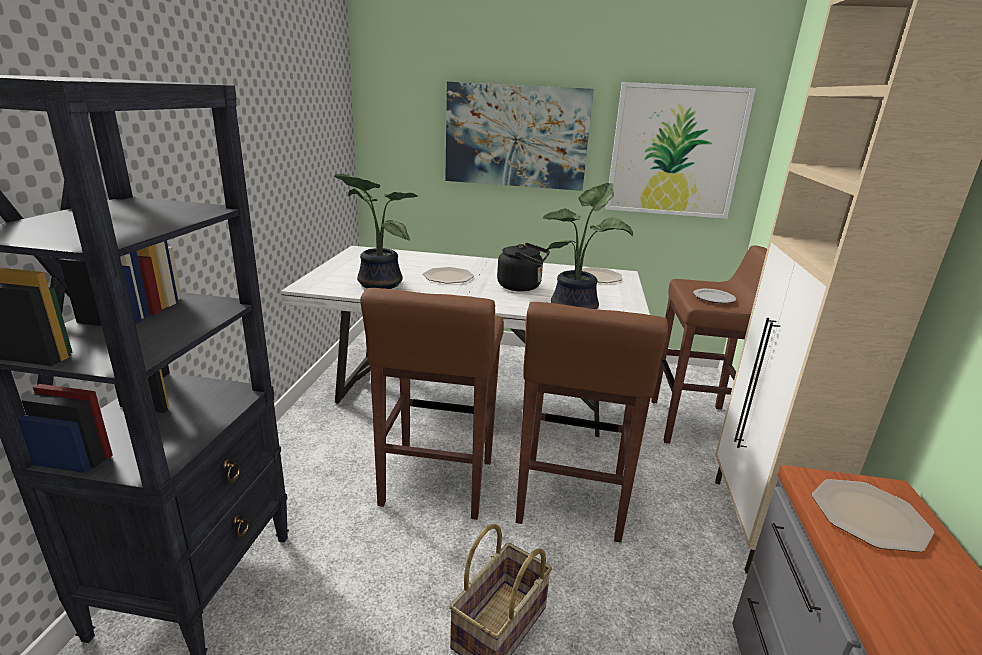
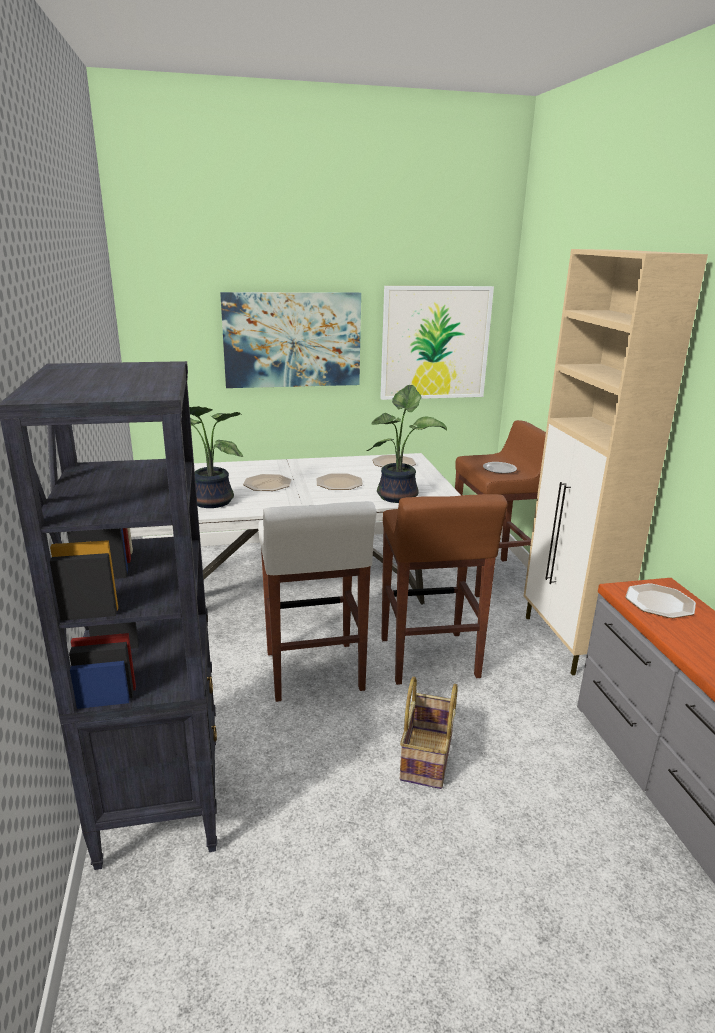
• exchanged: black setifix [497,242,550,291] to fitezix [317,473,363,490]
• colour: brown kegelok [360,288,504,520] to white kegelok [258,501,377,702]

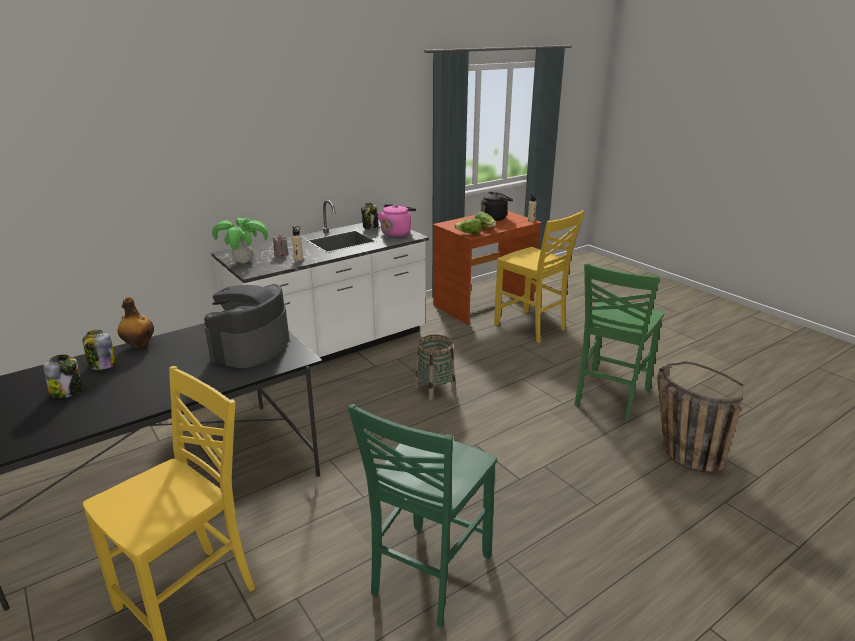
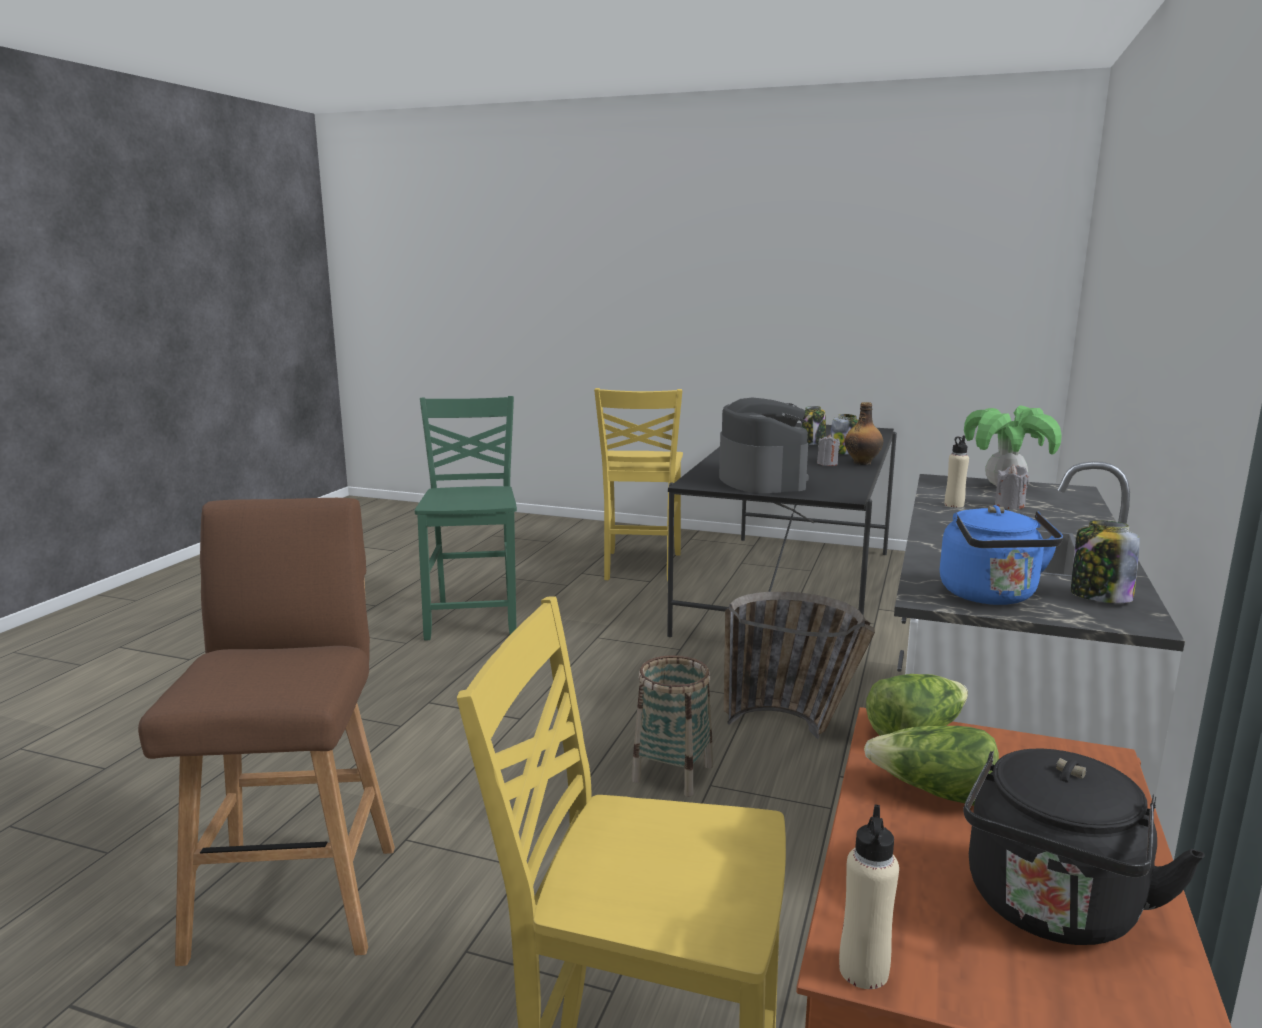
• colour: pink setifix [377,204,416,237] to blue setifix [940,505,1063,605]
• exchanged: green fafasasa [575,263,665,421] to brown kegelok [138,498,395,966]
• relocated: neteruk [657,361,743,472] to [724,591,875,739]
• appeared: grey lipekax [817,434,840,466]

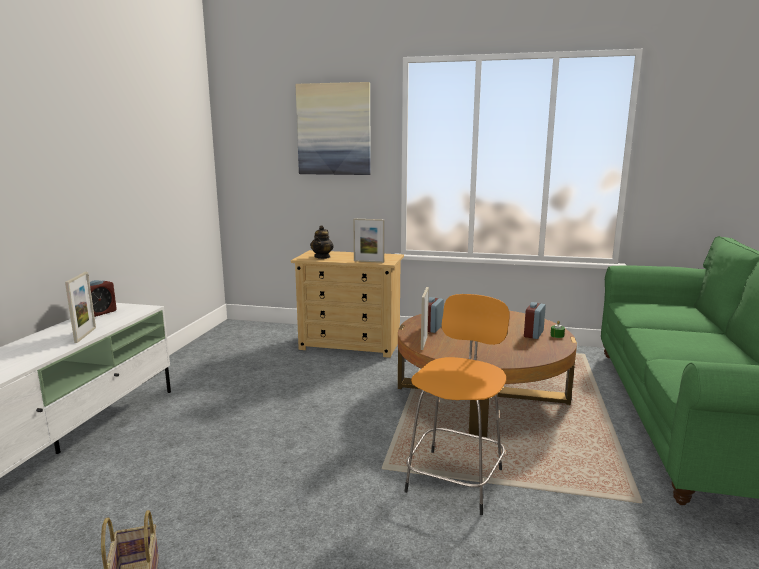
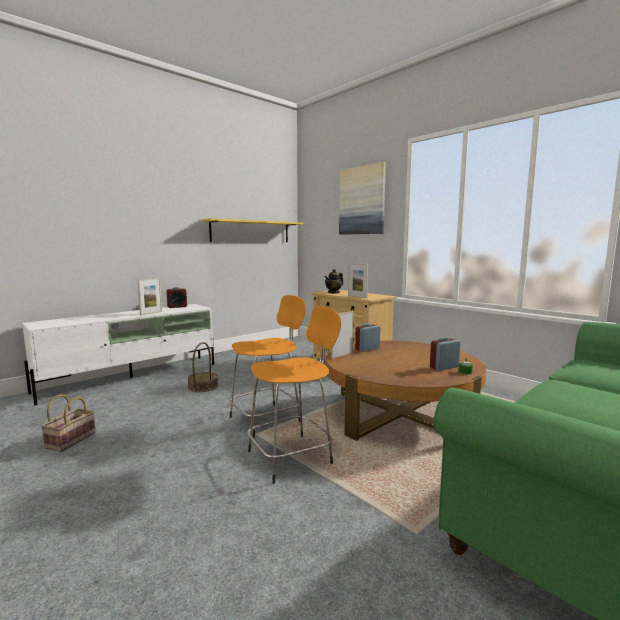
• appeared: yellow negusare [201,218,303,242]
• appeared: orange kegelok [229,295,306,438]
• appeared: neteruk [188,342,218,392]

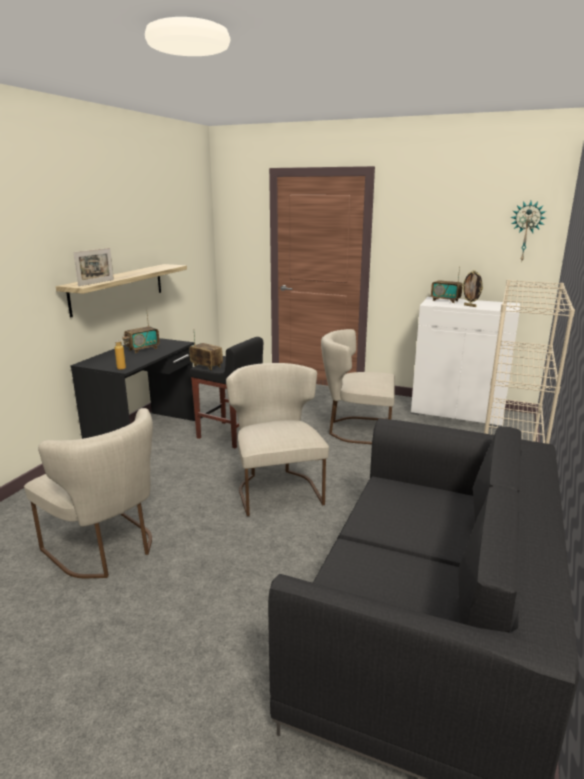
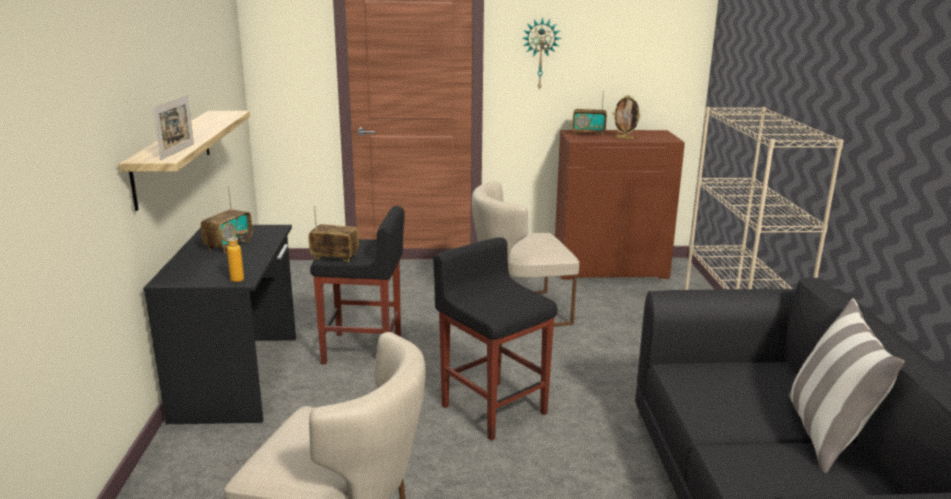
• relocated: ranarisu [510,201,546,260] to [522,17,561,91]
• colour: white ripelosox [411,297,520,427] to brown ripelosox [555,130,685,280]
• exchanged: beige fafasasa [226,363,329,516] to black kegelok [433,237,557,441]
• appeared: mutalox [789,299,905,473]

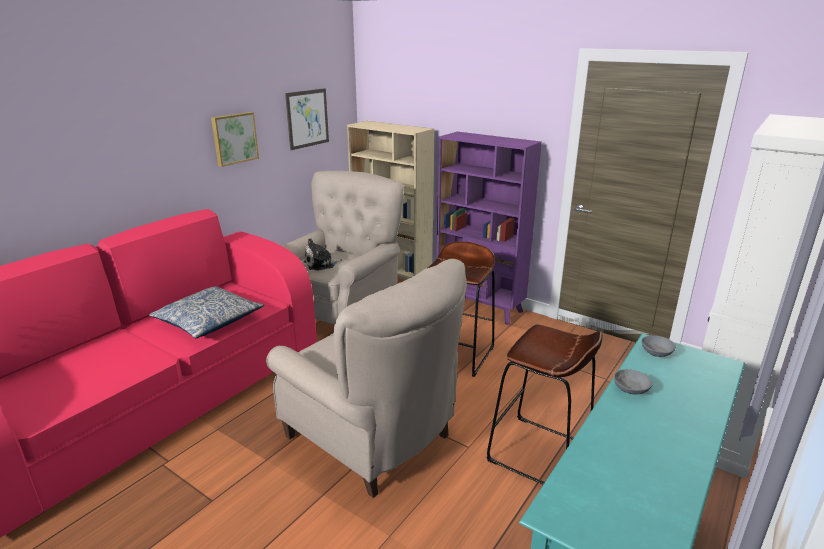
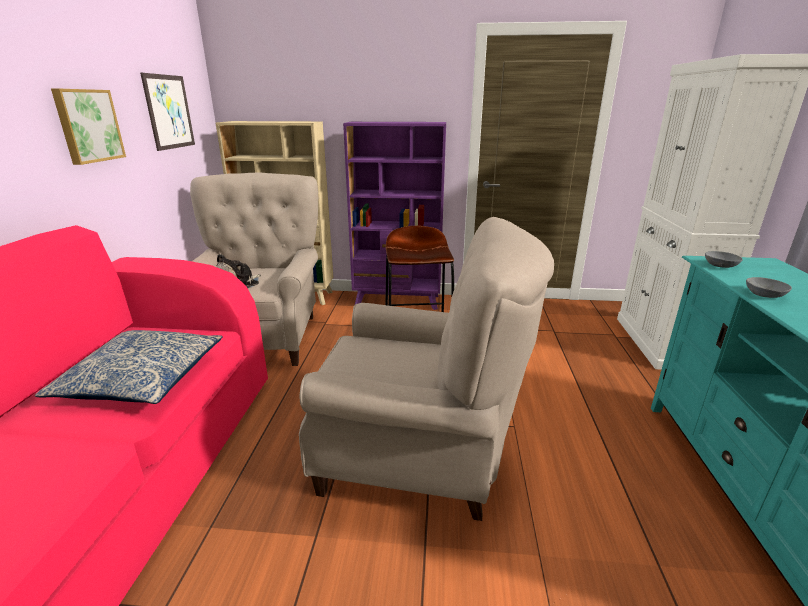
• missing: brown kegelok [486,324,602,485]

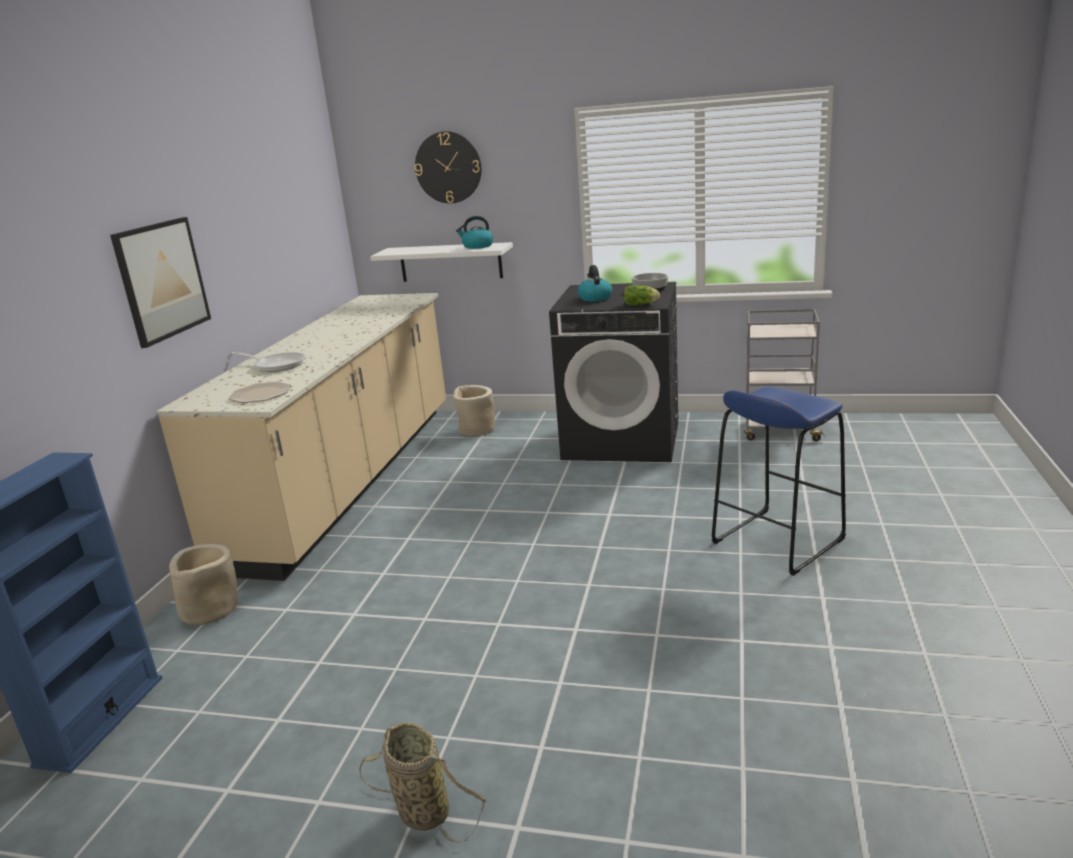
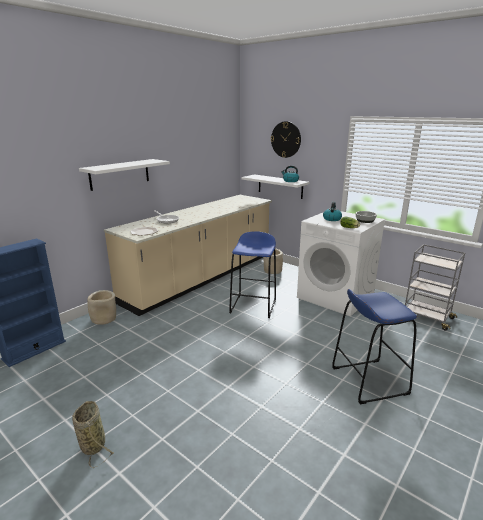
• exchanged: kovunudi [110,217,211,348] to white negusare [79,159,170,191]
• colour: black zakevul [549,282,678,462] to white zakevul [297,211,385,316]
• appeared: blue kegelok [229,231,276,318]

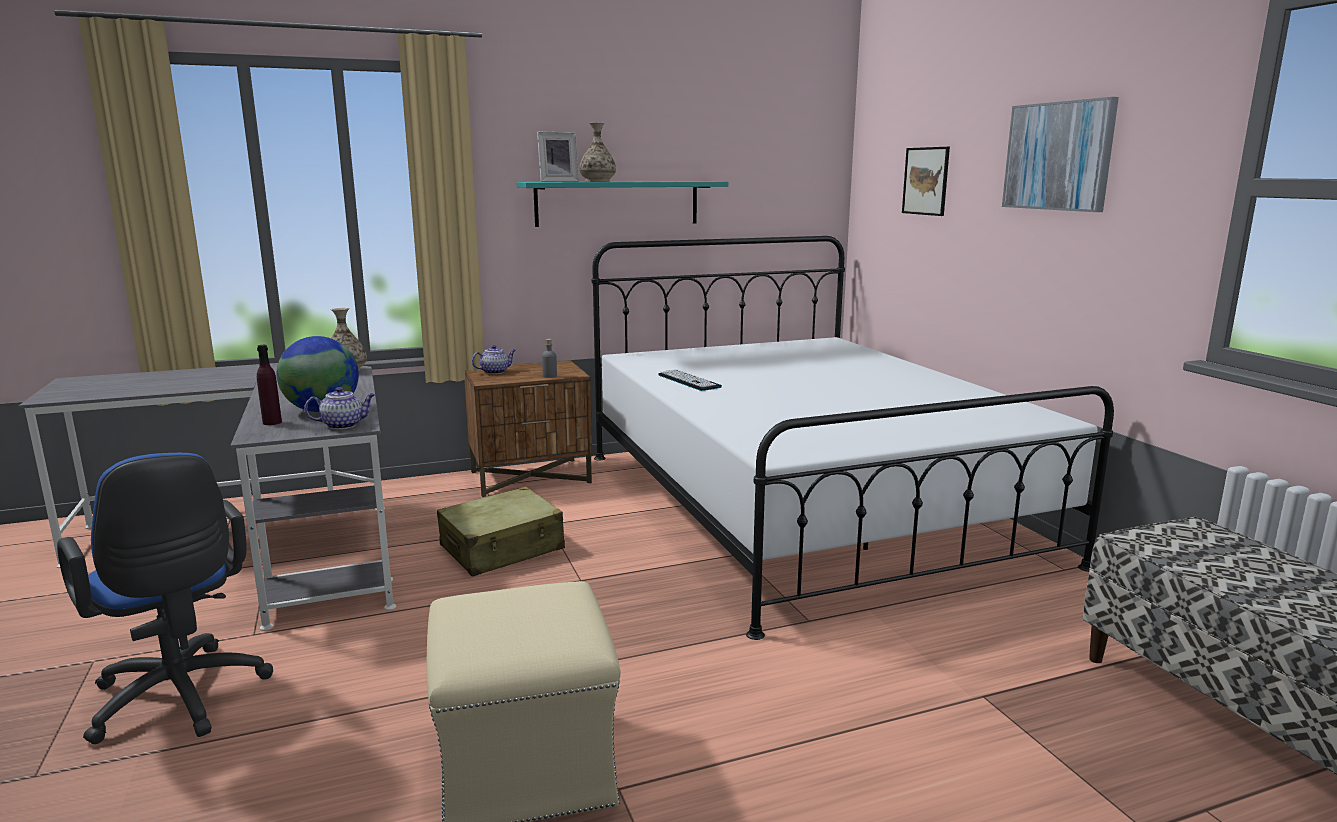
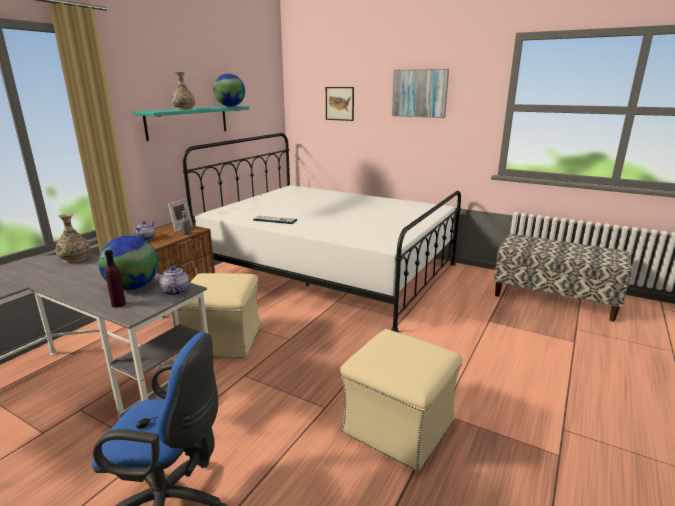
• relocated: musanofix [537,132,579,182] to [168,199,193,232]
• spun: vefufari [304,387,375,429] = [159,265,189,295] 45 degrees counterclockwise
• exchanged: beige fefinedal [437,487,565,577] to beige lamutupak [177,273,260,359]
• appeared: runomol [213,74,245,107]

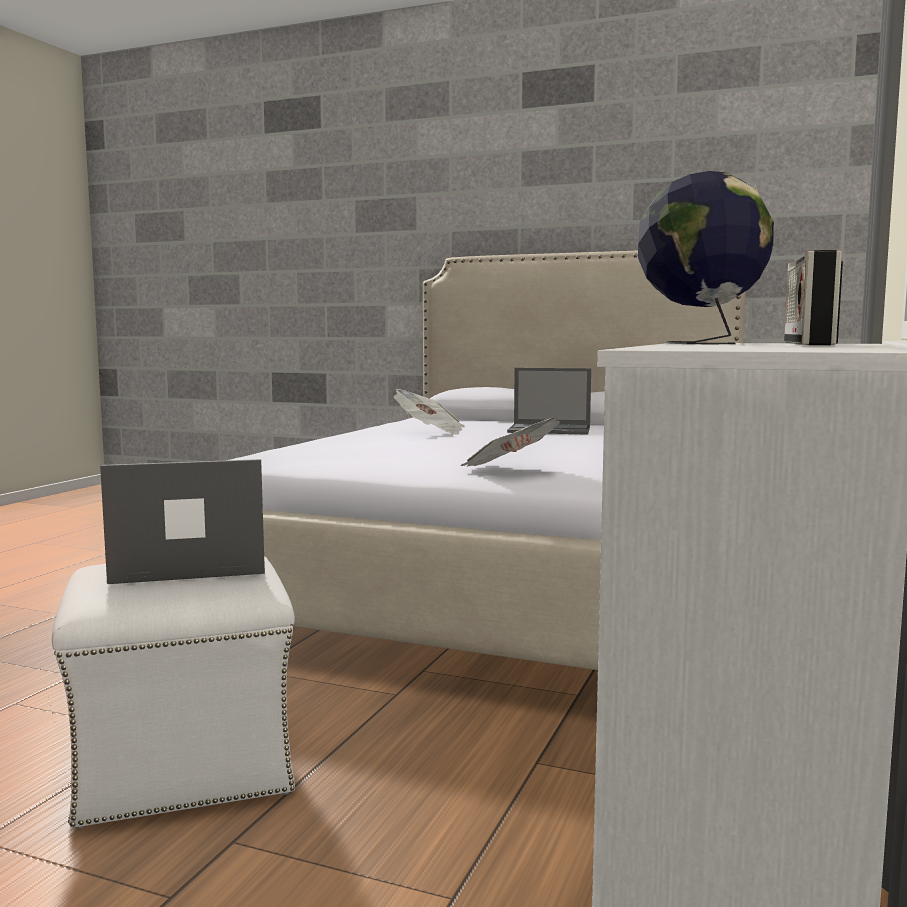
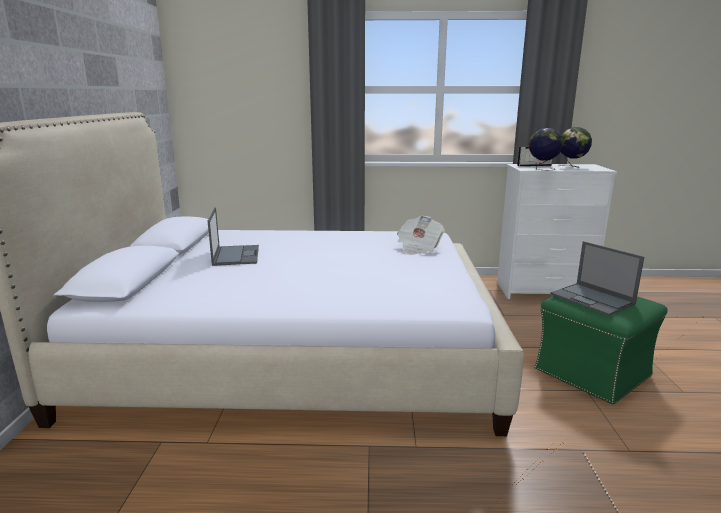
• missing: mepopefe [394,389,465,435]
• colour: white lamutupak [52,556,295,829] to green lamutupak [535,296,668,405]
• appeared: runomol [558,127,592,168]

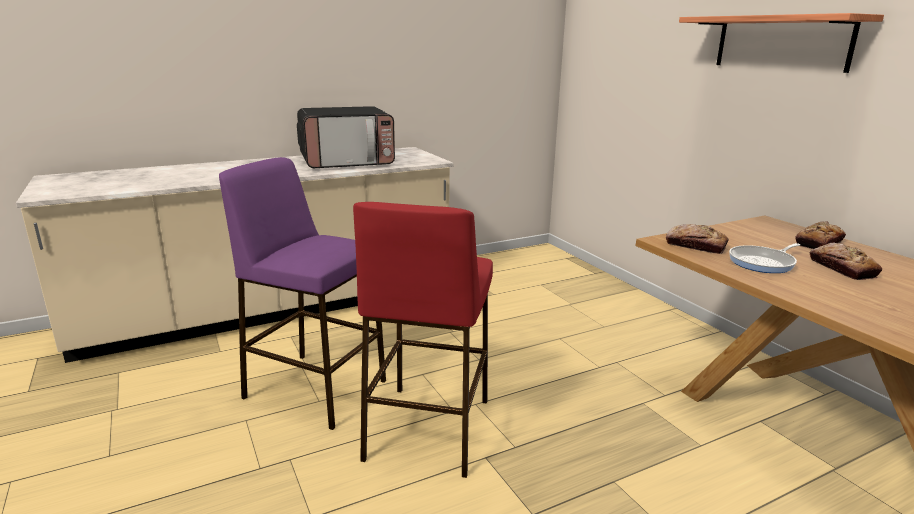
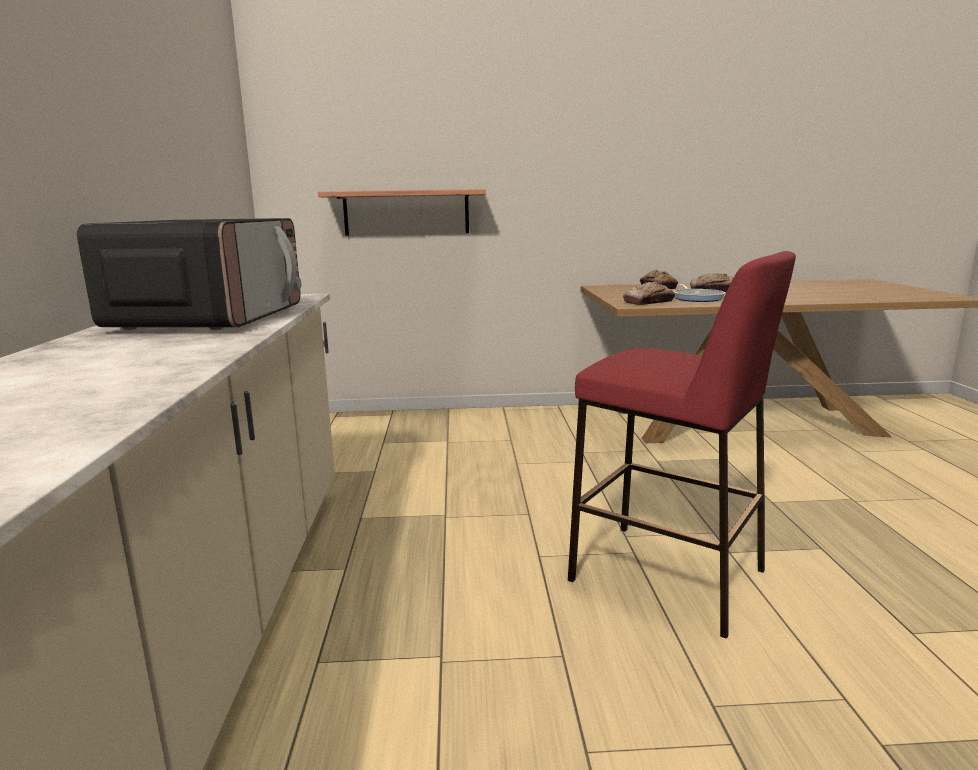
• relocated: negusare [679,13,884,73] to [318,189,486,236]
• missing: purple kegelok [219,157,386,430]

